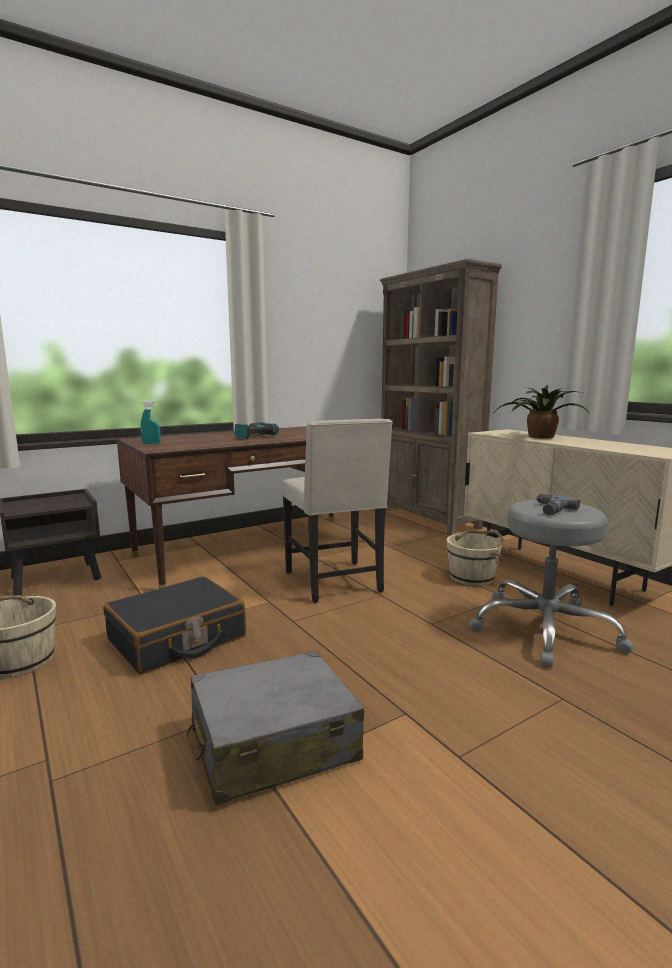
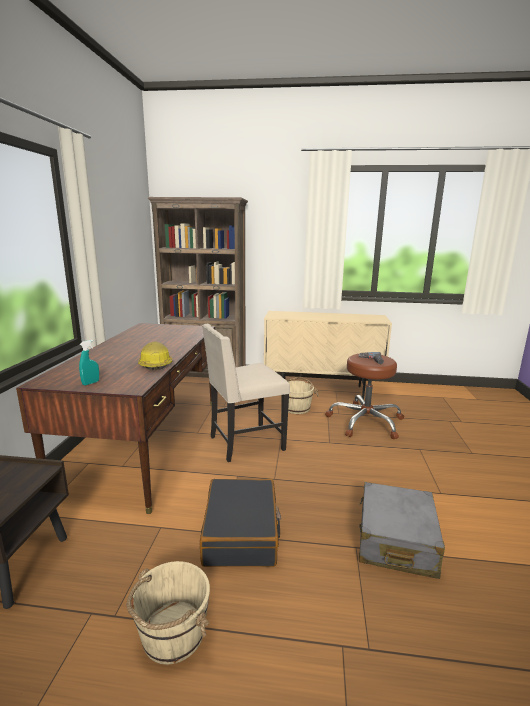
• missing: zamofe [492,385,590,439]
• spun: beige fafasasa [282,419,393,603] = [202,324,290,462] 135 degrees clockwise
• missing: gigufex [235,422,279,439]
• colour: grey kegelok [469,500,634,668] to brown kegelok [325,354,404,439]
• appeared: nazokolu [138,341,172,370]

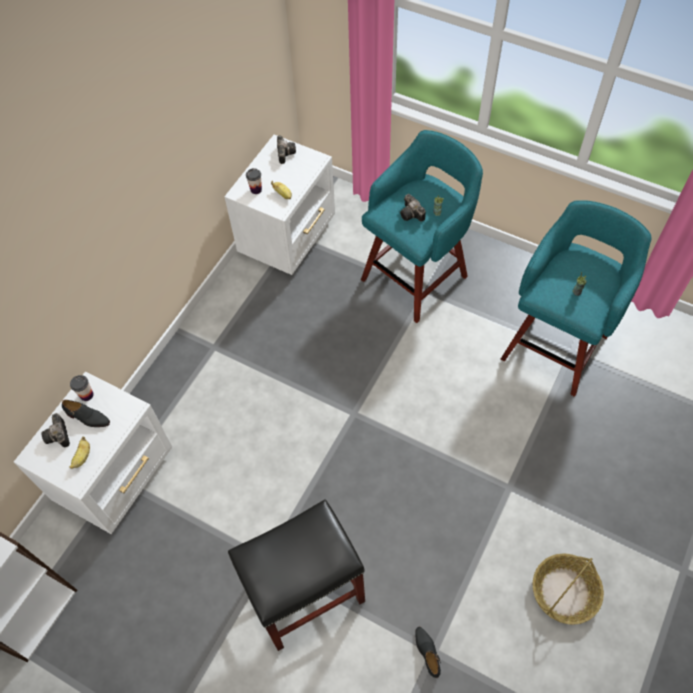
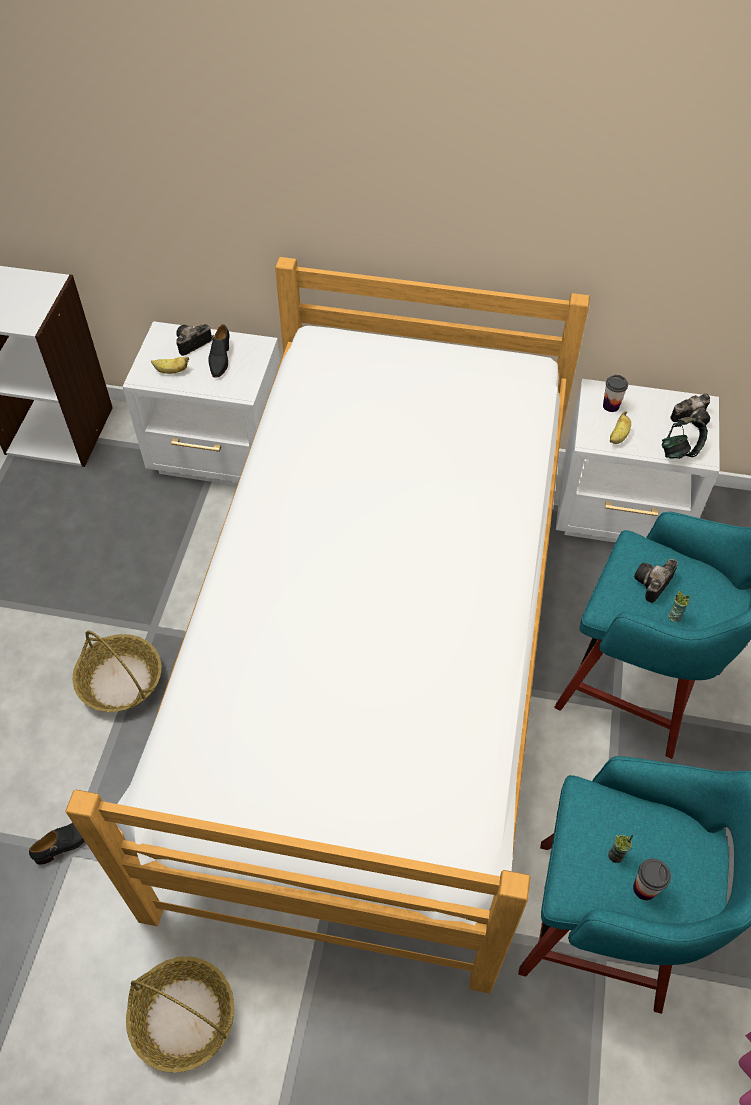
• relocated: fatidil [70,375,94,401] to [633,858,671,900]
• exchanged: black kegelok [228,499,365,651] to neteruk [72,631,162,712]
• appeared: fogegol [65,257,590,993]
• appeared: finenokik [662,417,708,459]

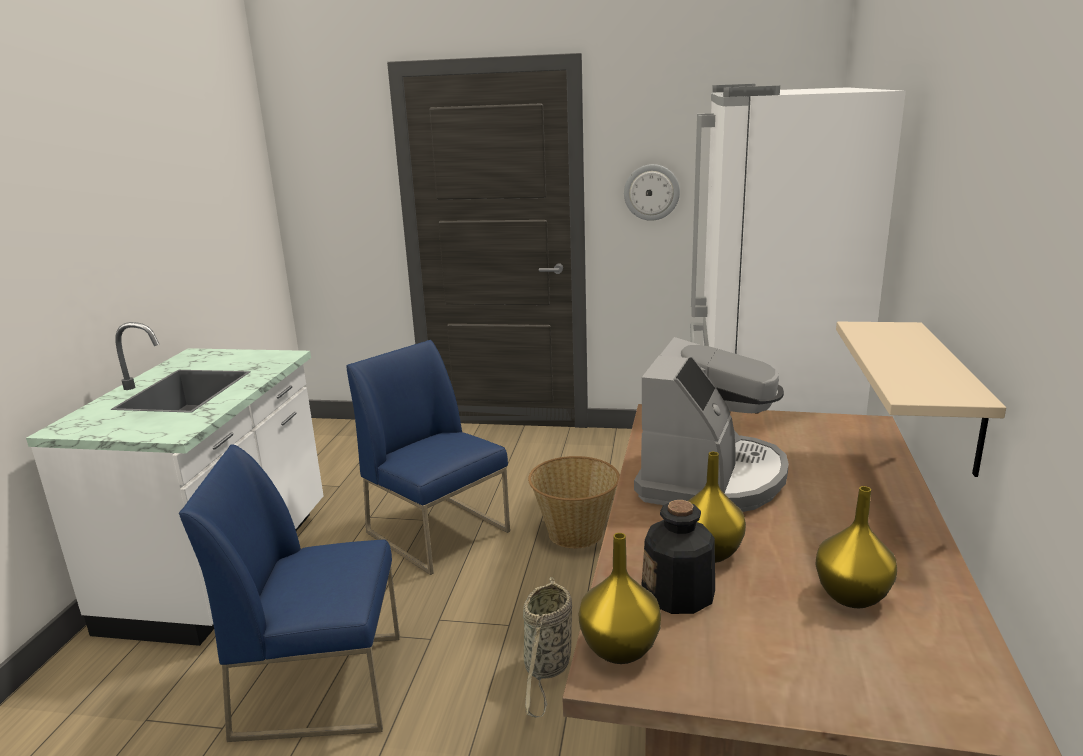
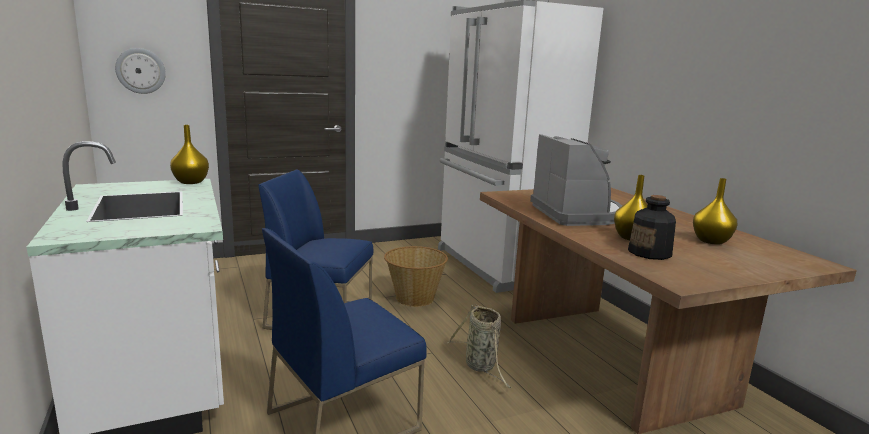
• relocated: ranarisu [624,164,680,221] to [115,48,166,94]
• missing: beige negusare [836,322,1006,477]
• relocated: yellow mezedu [579,533,661,664] to [170,125,209,184]

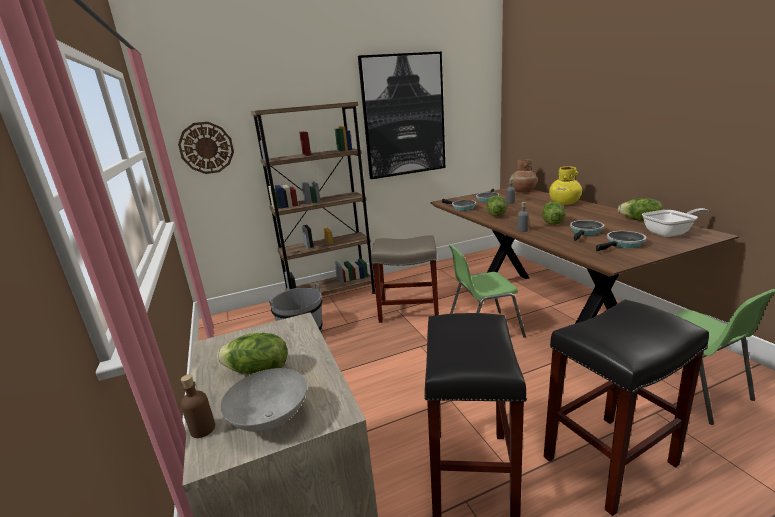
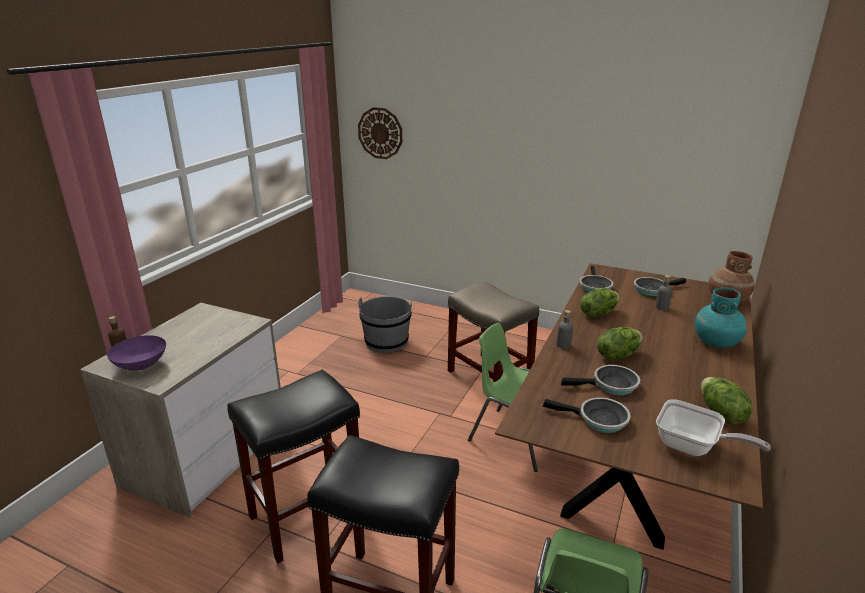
• missing: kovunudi [358,52,445,179]
• missing: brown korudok [251,102,376,296]
• colour: yellow mezedu [549,166,582,205] to turquoise mezedu [695,287,747,348]
• missing: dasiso [217,333,287,375]
• colour: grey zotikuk [220,368,307,432] to purple zotikuk [107,335,166,370]

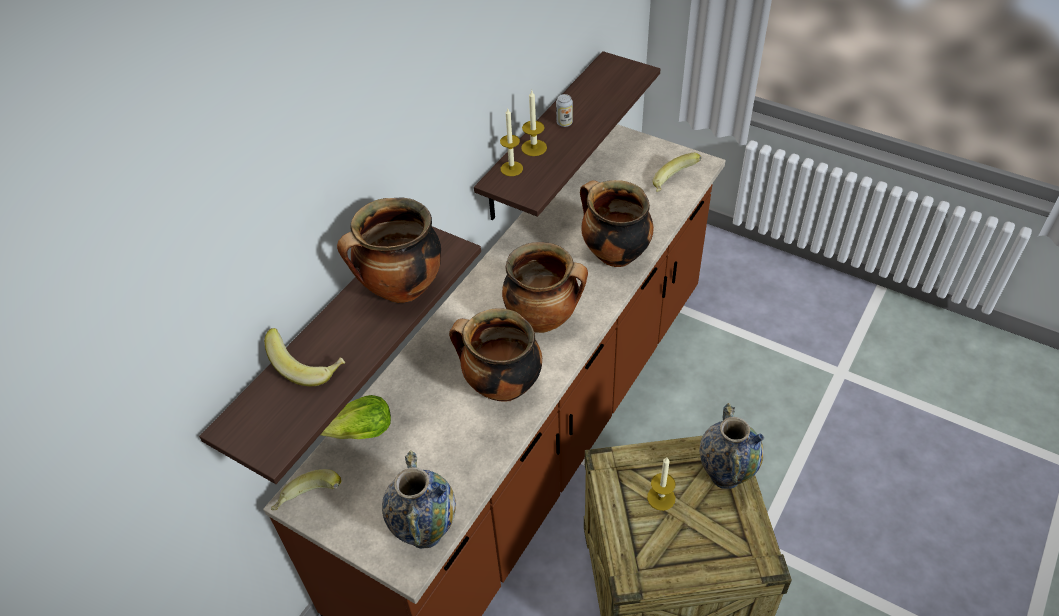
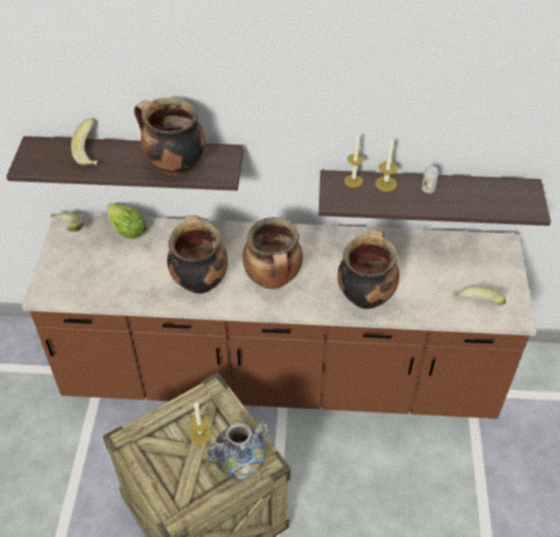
• missing: mezedu [382,450,456,549]

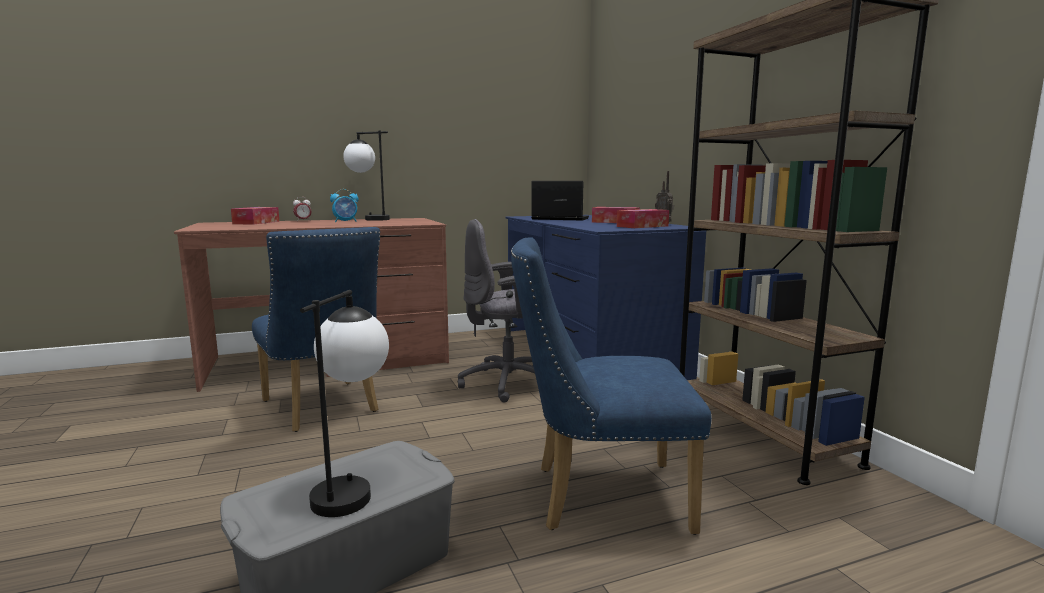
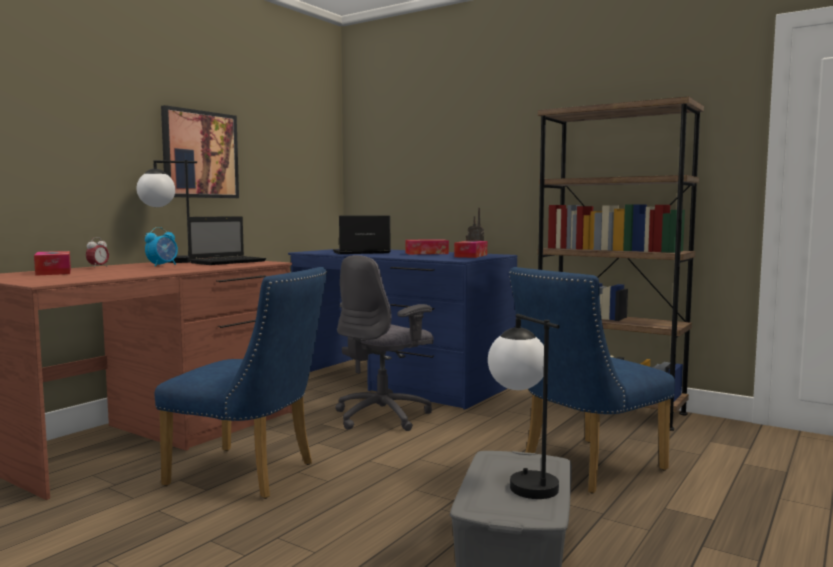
• appeared: kovunudi [161,105,239,198]
• appeared: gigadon [187,216,266,265]

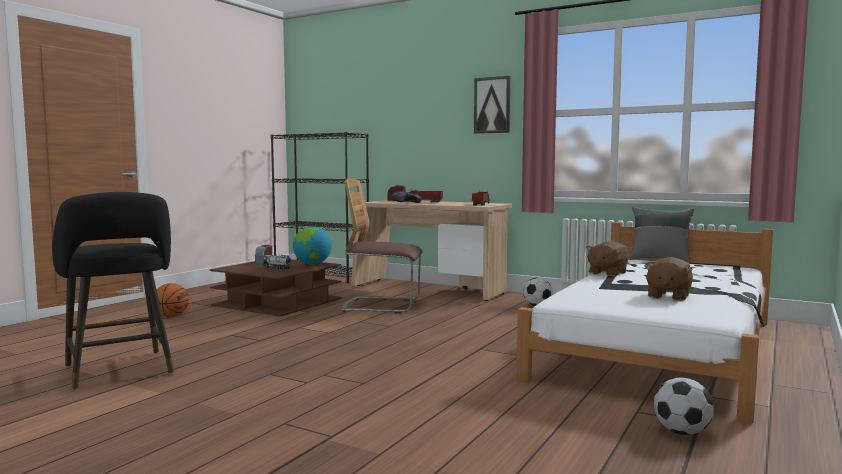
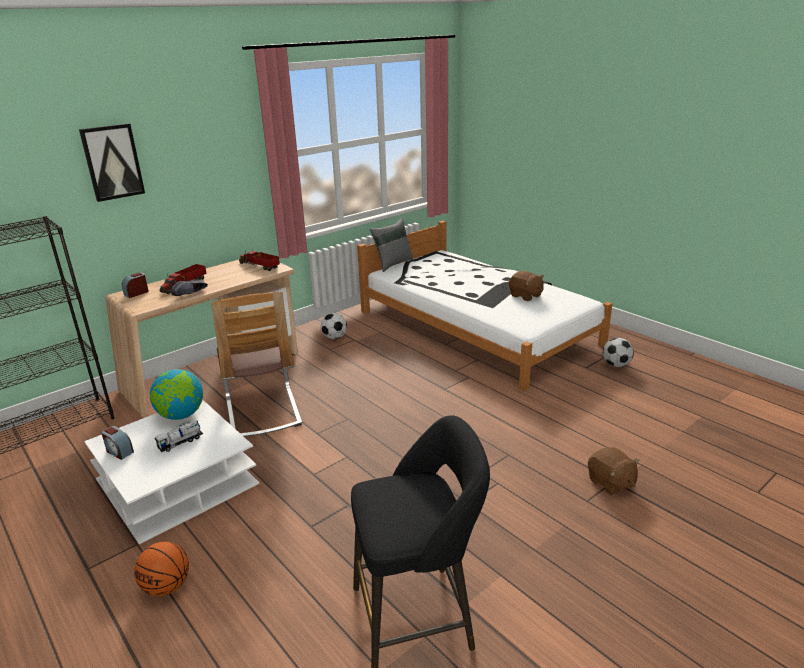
• relocated: kovunudi [474,76,510,134] to [79,123,145,202]
• spun: fafasasa [342,178,423,314] = [211,292,302,437] 45 degrees counterclockwise
• relocated: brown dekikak [586,241,629,276] to [588,447,640,495]
• colour: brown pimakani [210,259,342,317] to white pimakani [84,400,259,544]

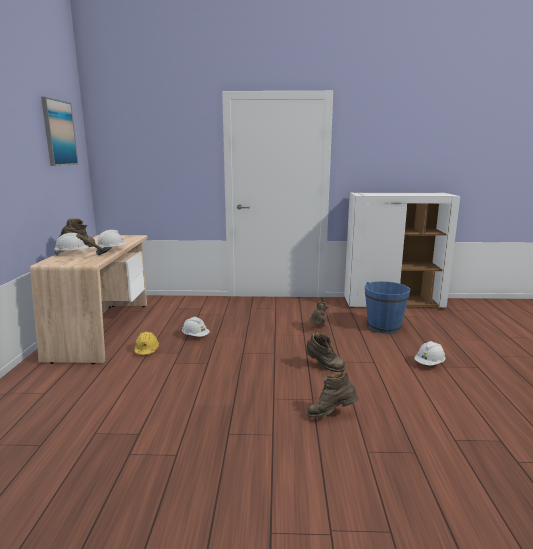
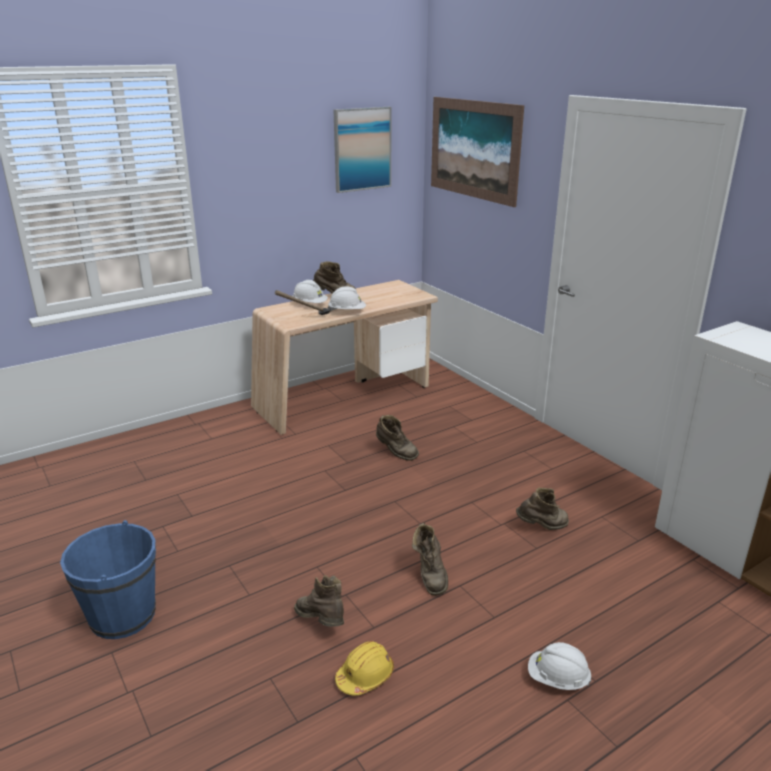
• relocated: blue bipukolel [365,281,411,333] to [60,520,156,639]
• exchanged: white nazokolu [182,317,210,337] to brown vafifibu [376,415,419,461]
• relocated: yellow nazokolu [134,331,159,355] to [335,641,394,695]
• appeared: kovunudi [431,97,524,207]

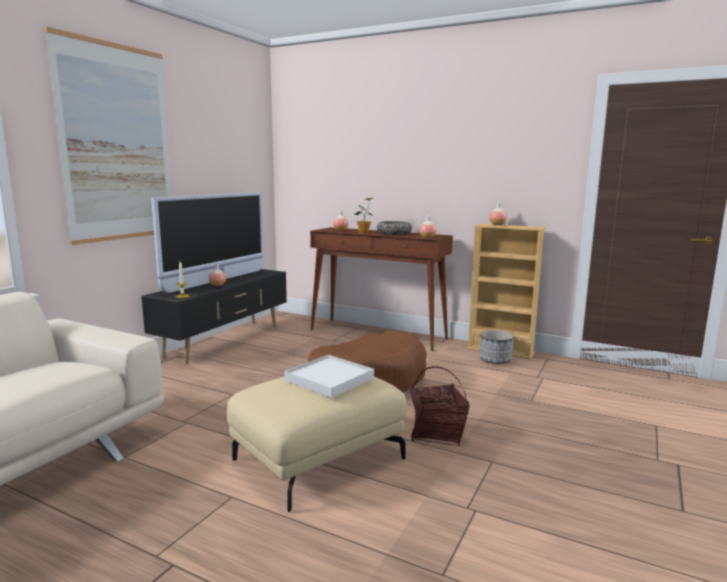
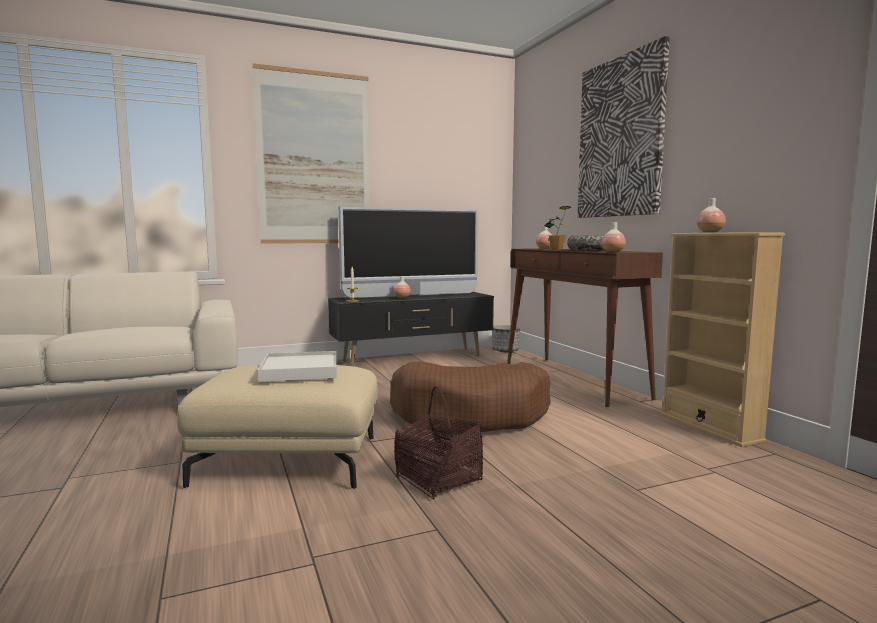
• relocated: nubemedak [480,330,514,364] to [492,325,520,352]
• appeared: kovunudi [578,36,670,218]

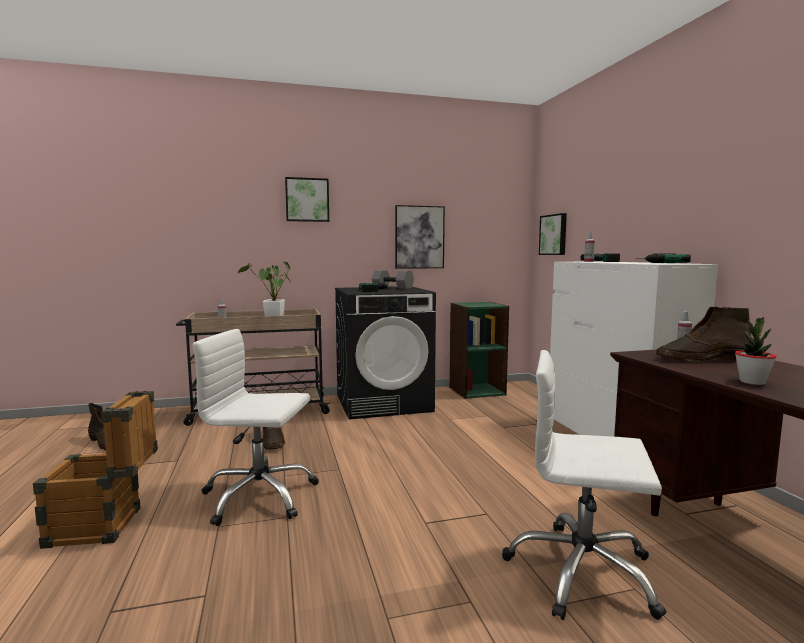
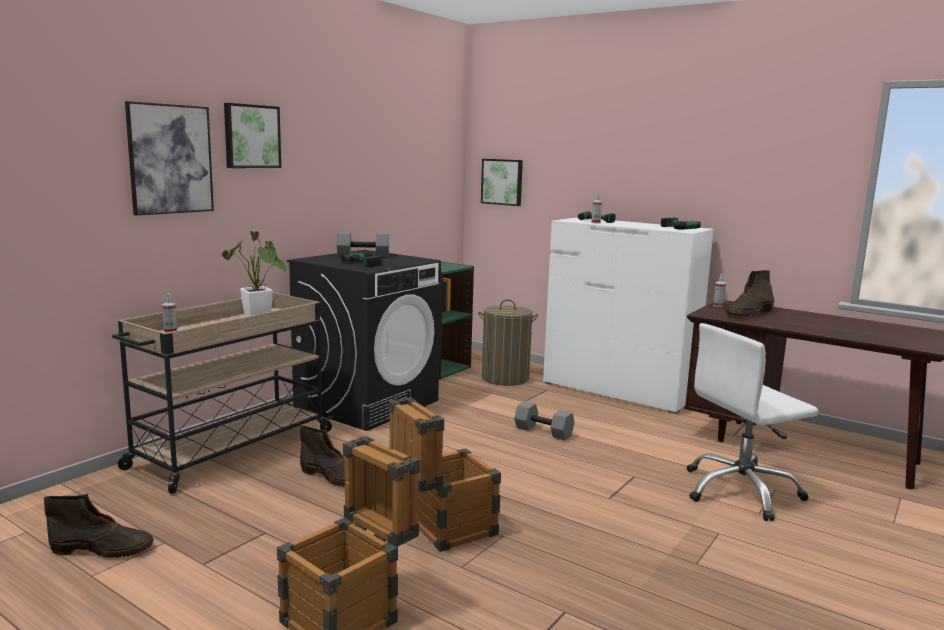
• relocated: kovunudi [395,205,445,269] to [125,101,214,215]
• missing: zamofe [735,317,777,385]
• exchanged: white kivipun [192,329,319,526] to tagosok [389,397,501,552]
• appeared: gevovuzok [478,299,539,386]
• appeared: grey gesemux [514,401,575,440]

